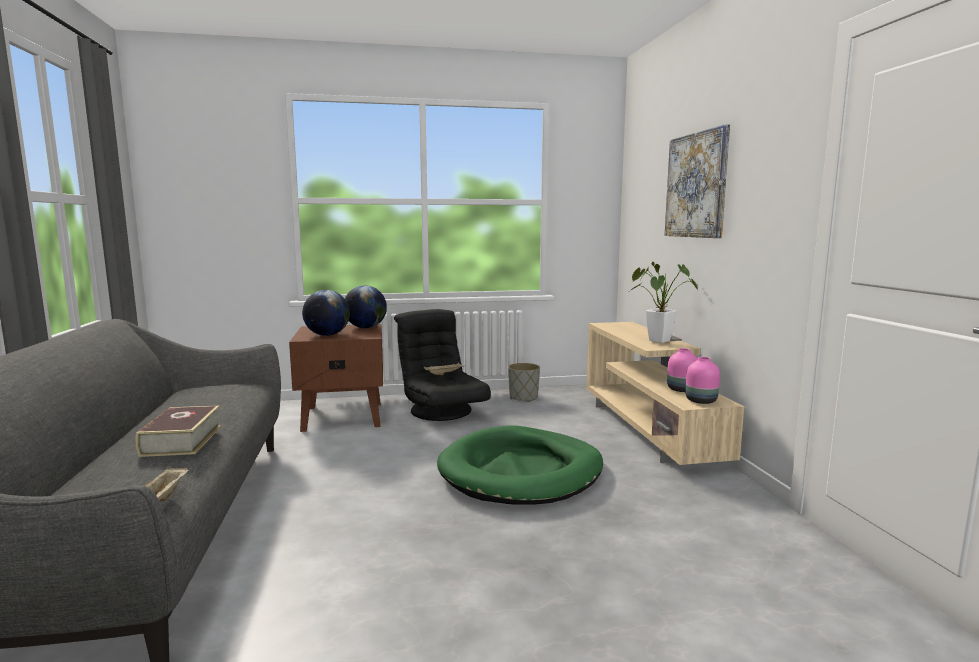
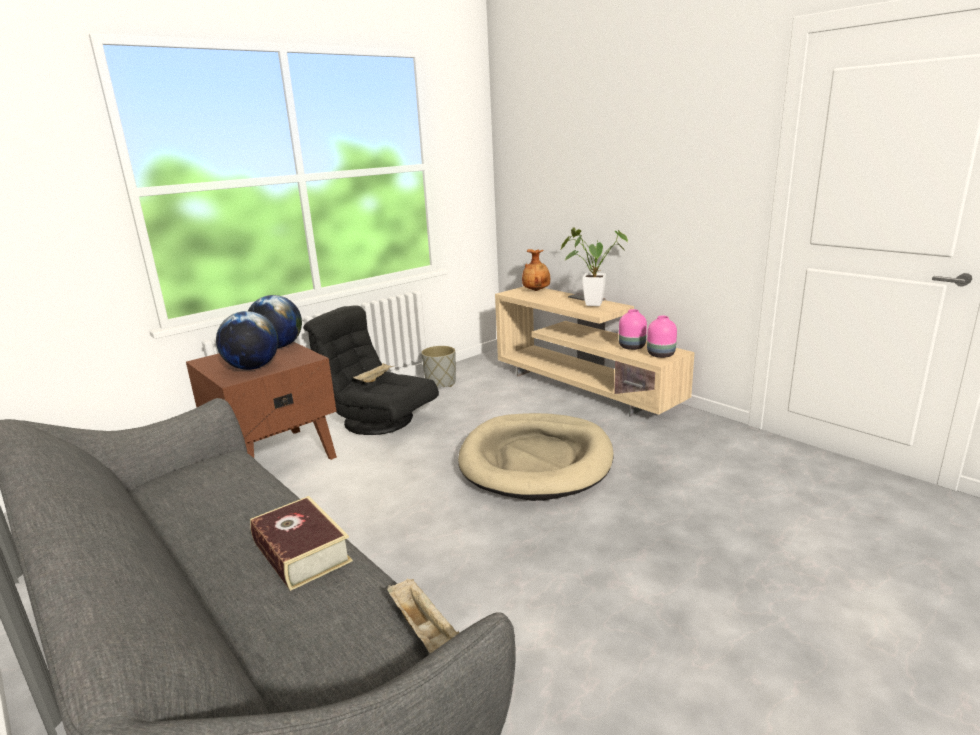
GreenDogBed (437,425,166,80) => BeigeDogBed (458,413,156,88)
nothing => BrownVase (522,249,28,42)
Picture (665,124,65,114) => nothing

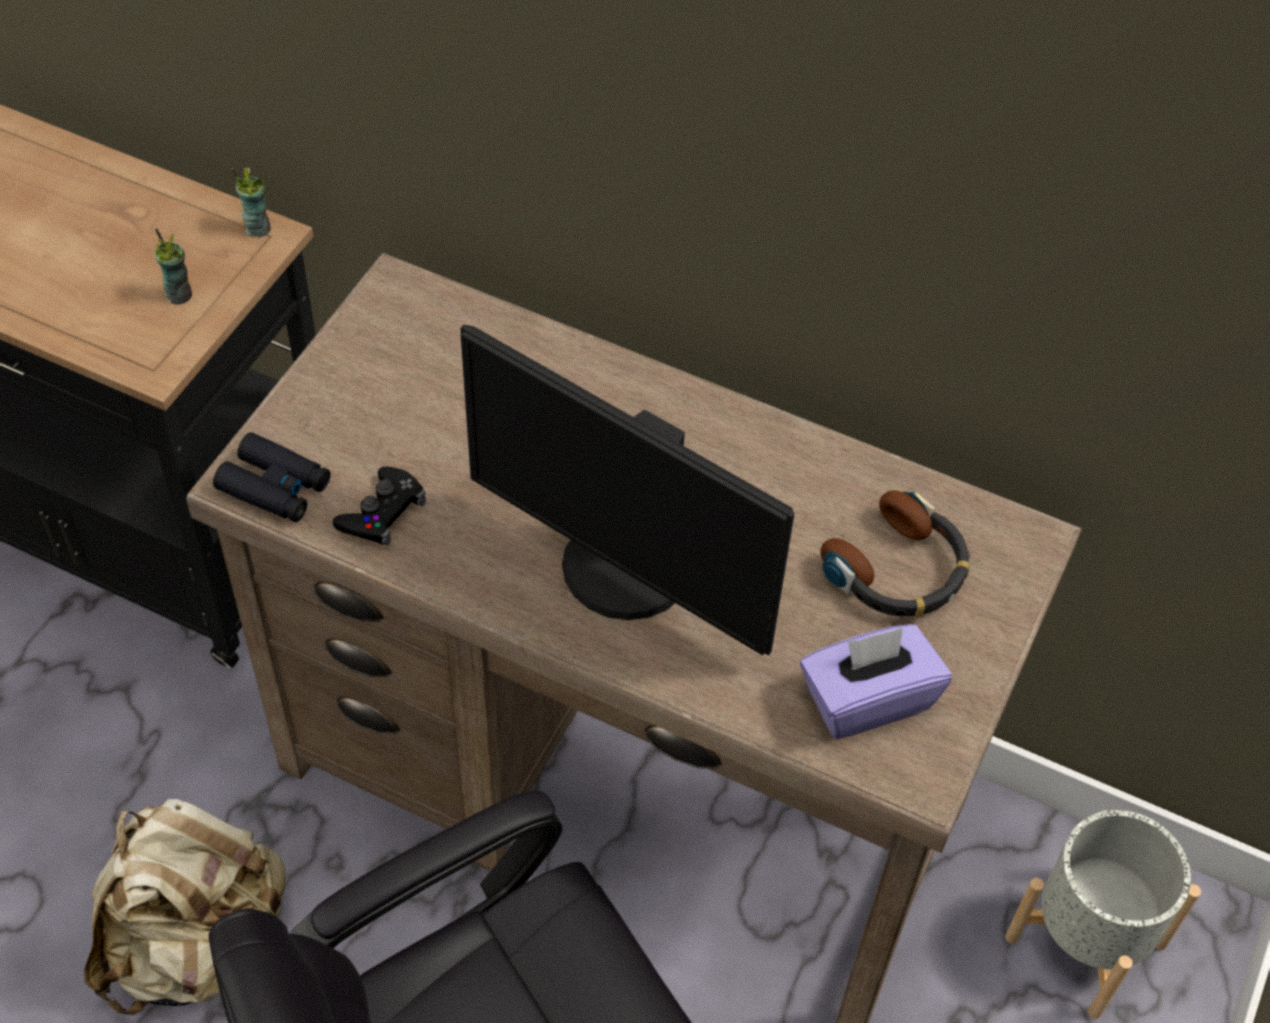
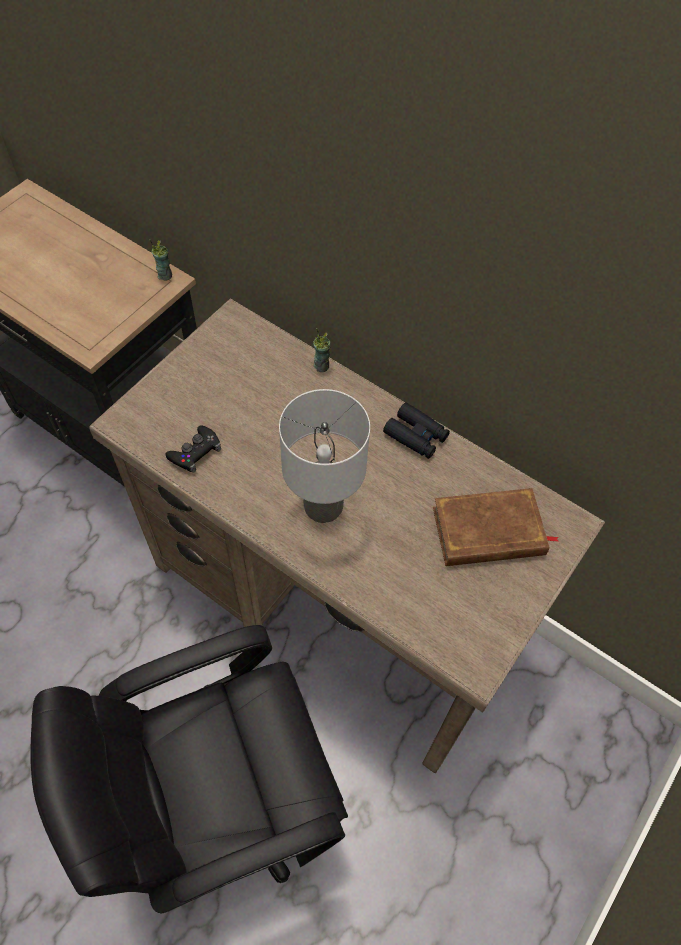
Monitor (460,325,334,330) => WhiteTableLamp (279,389,91,134)
Cup (154,228,38,76) => Cup (313,328,18,44), move
BlackBinoculars (213,432,118,90) => BlackBinoculars (383,402,67,57), move
Headphones (820,491,150,127) => BrownBook (433,488,126,78)
BeigeBackpack (84,799,201,216) => nothing
PurpleTissueBox (800,624,152,115) => nothing
GreyPlanter (1005,810,196,209) => nothing

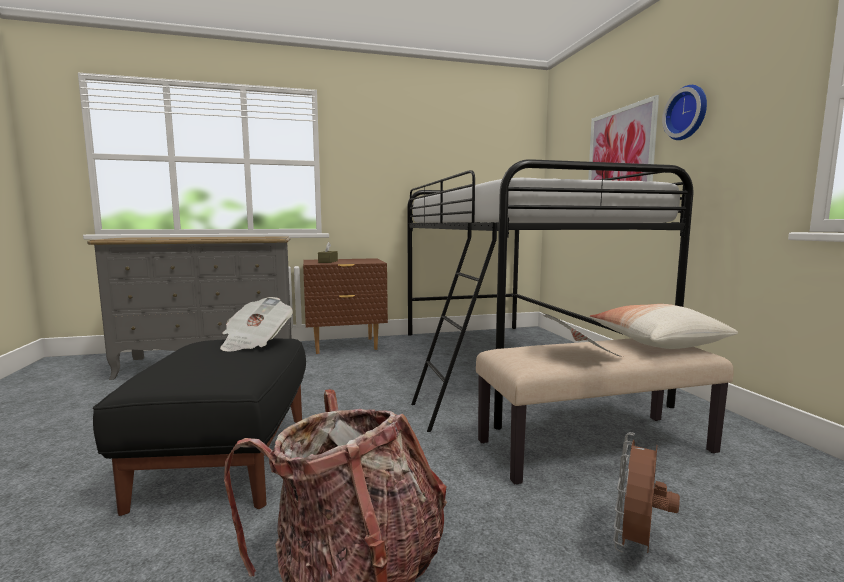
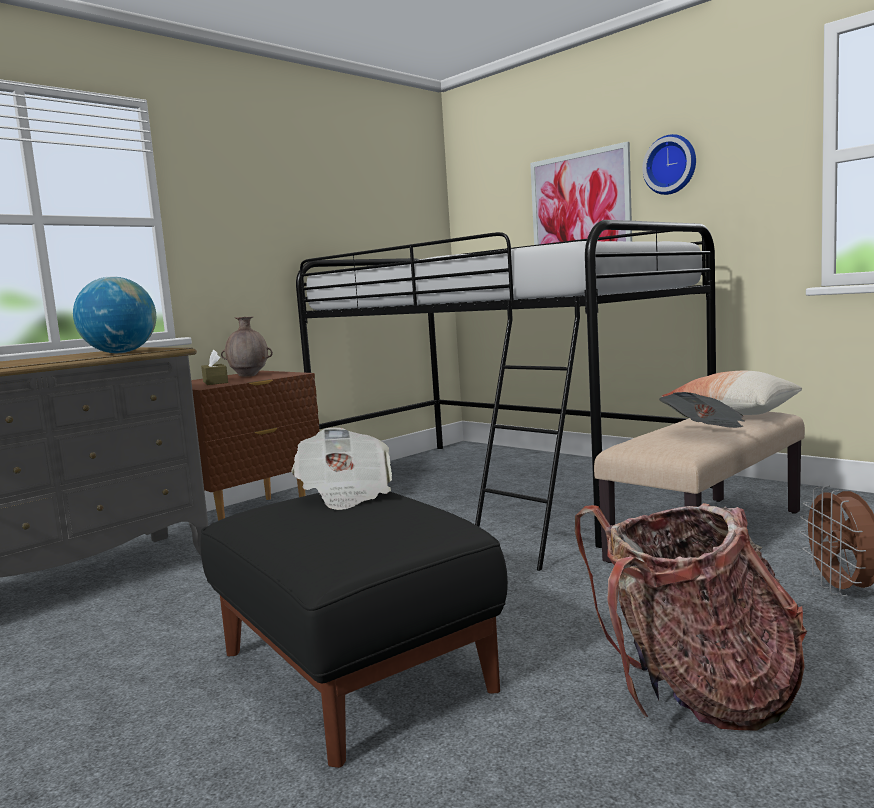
nothing => Globe (73,276,83,77)
nothing => BrownVase (221,316,52,61)

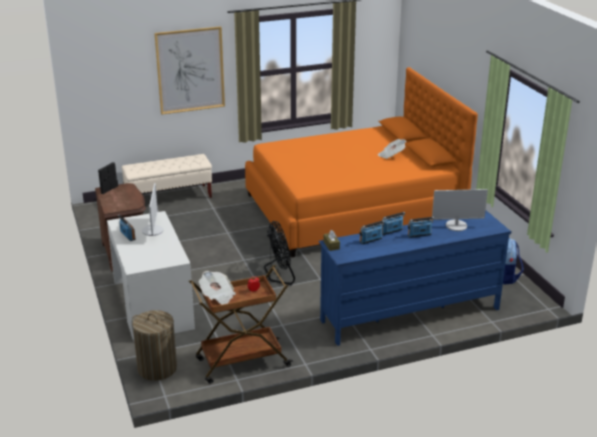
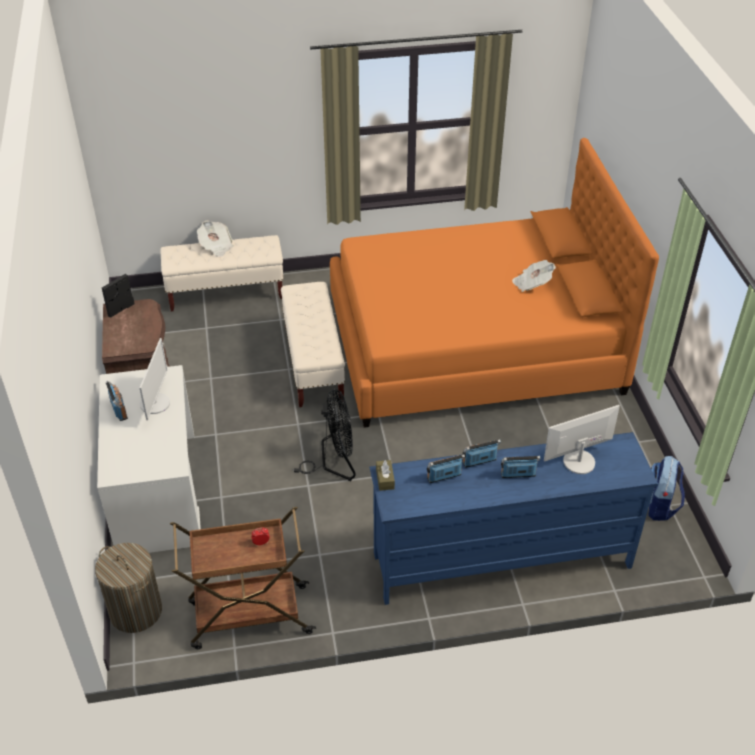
Newspaper (199,271,37,34) => Newspaper (197,220,37,37), move
nothing => BeigeBench (281,282,64,125)
Monitor (432,189,56,42) => Monitor (544,405,76,69), 150 degrees clockwise
Picture (155,26,70,89) => nothing

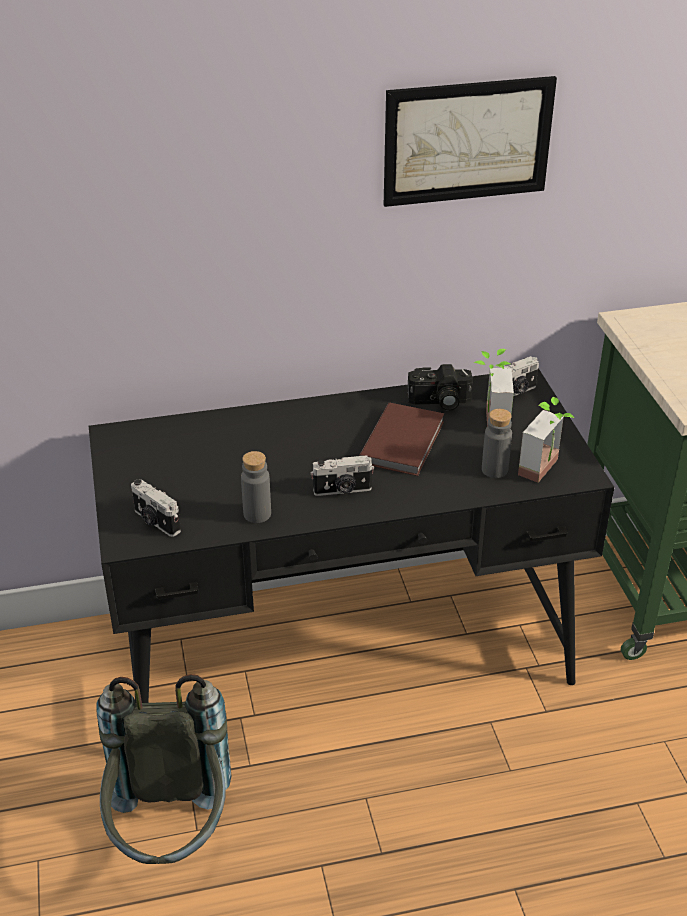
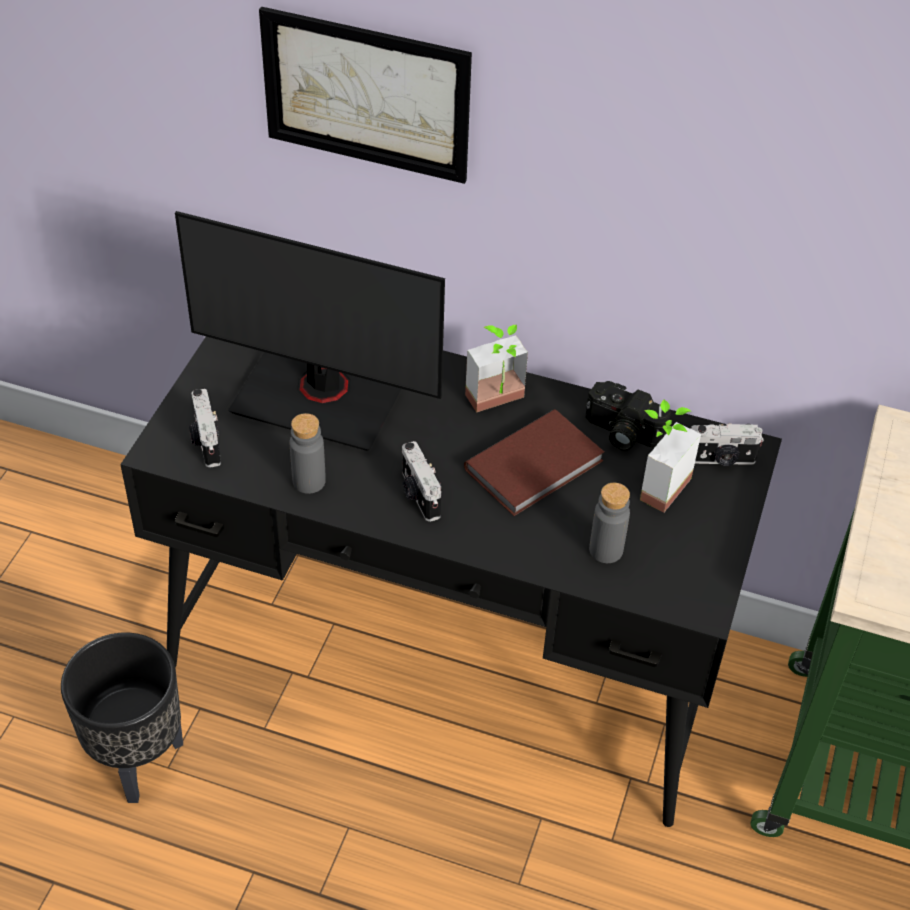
GreyBackpack (96,674,135,190) => BlackPlanter (61,632,122,171)
nothing => Monitor (175,211,270,240)
Picture (384,76,173,131) => Picture (259,7,213,177), move
PhotoCamera (311,455,63,41) => PhotoCamera (402,441,39,81), 45 degrees clockwise
PottedPlant (518,397,56,86) => PottedPlant (465,325,63,88), move

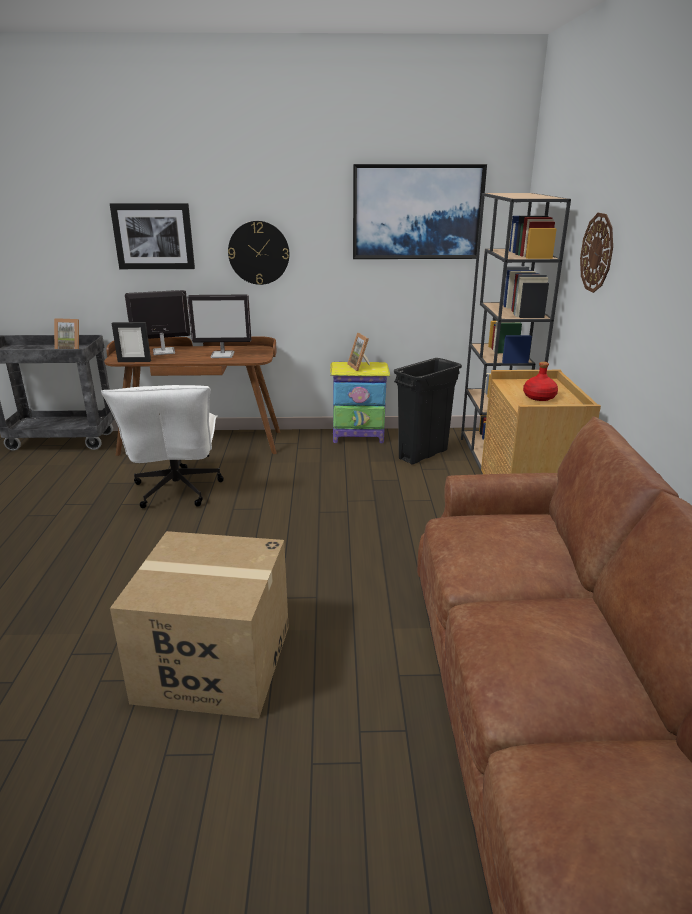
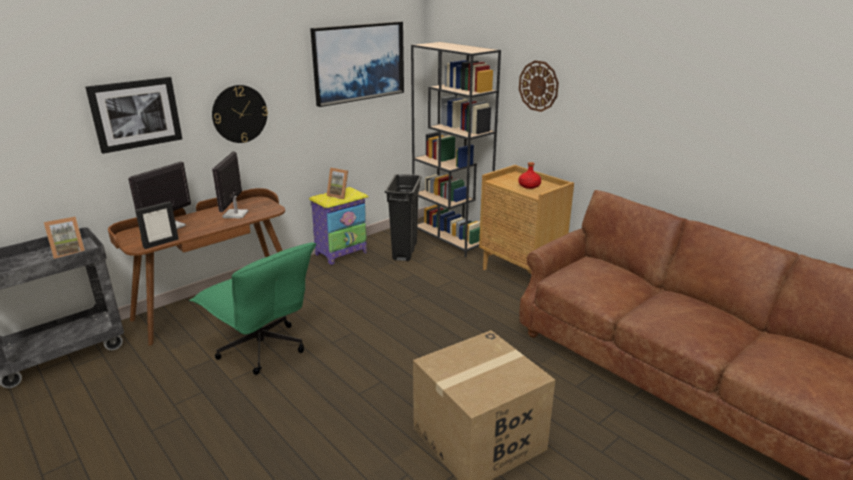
WhiteOfficeChair (101,385,123,123) => GreenOfficeChair (189,242,127,133)
Monitor (187,294,64,64) => Monitor (212,151,36,67), 135 degrees clockwise

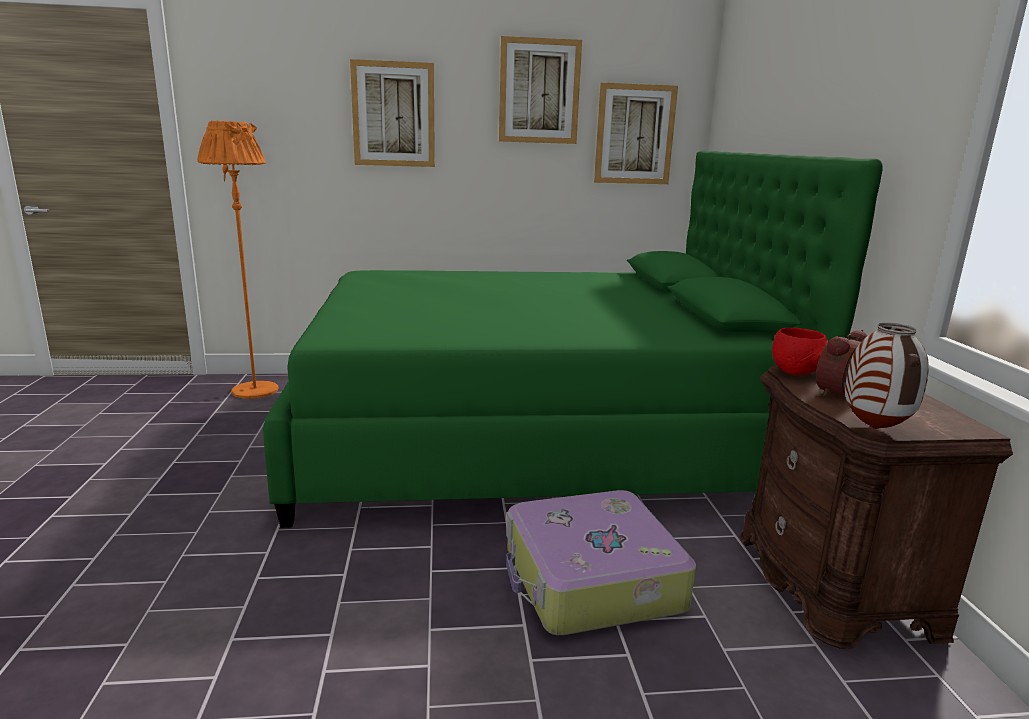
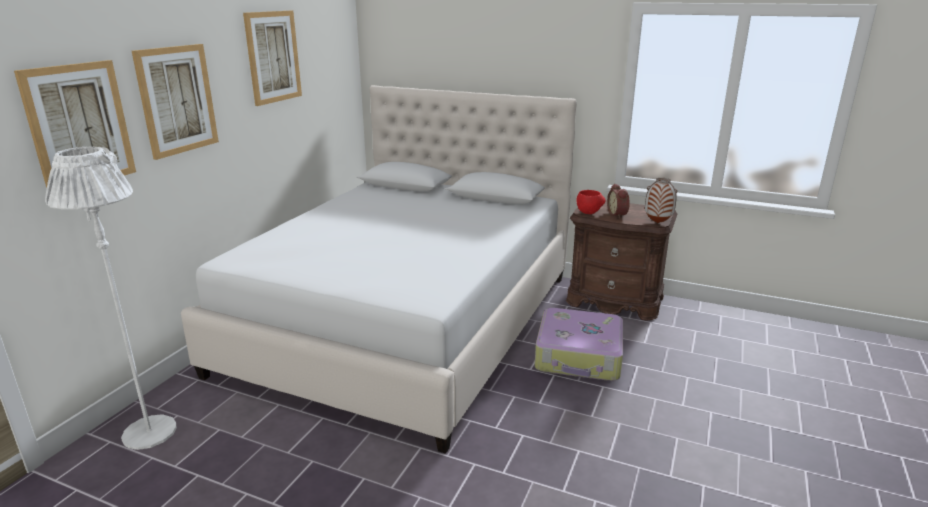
Picture (594,83,84,101) => Picture (14,60,122,128), move
OrangeFloorLamp (197,121,81,278) => WhiteFloorLamp (45,146,132,304)
GreenBed (263,150,620,378) => WhiteBed (181,85,396,369)

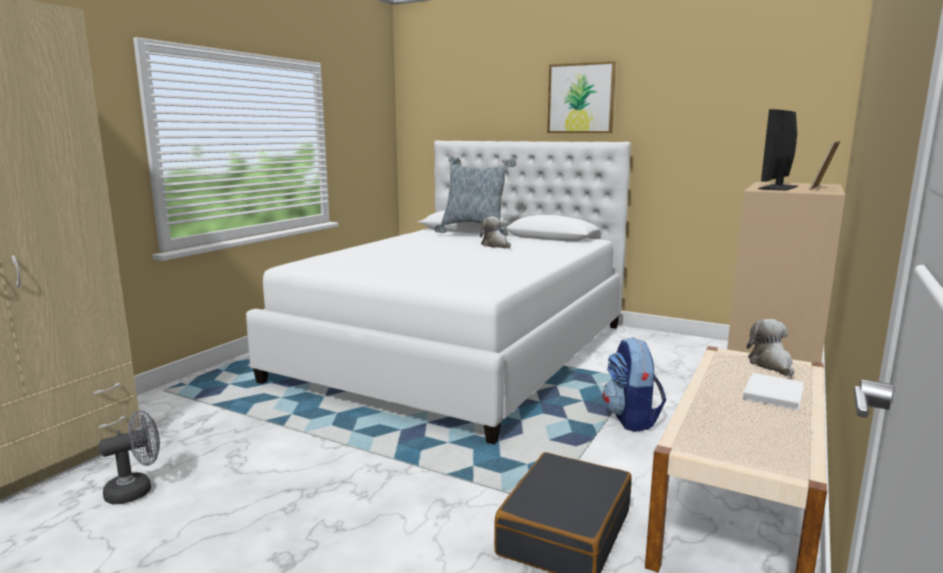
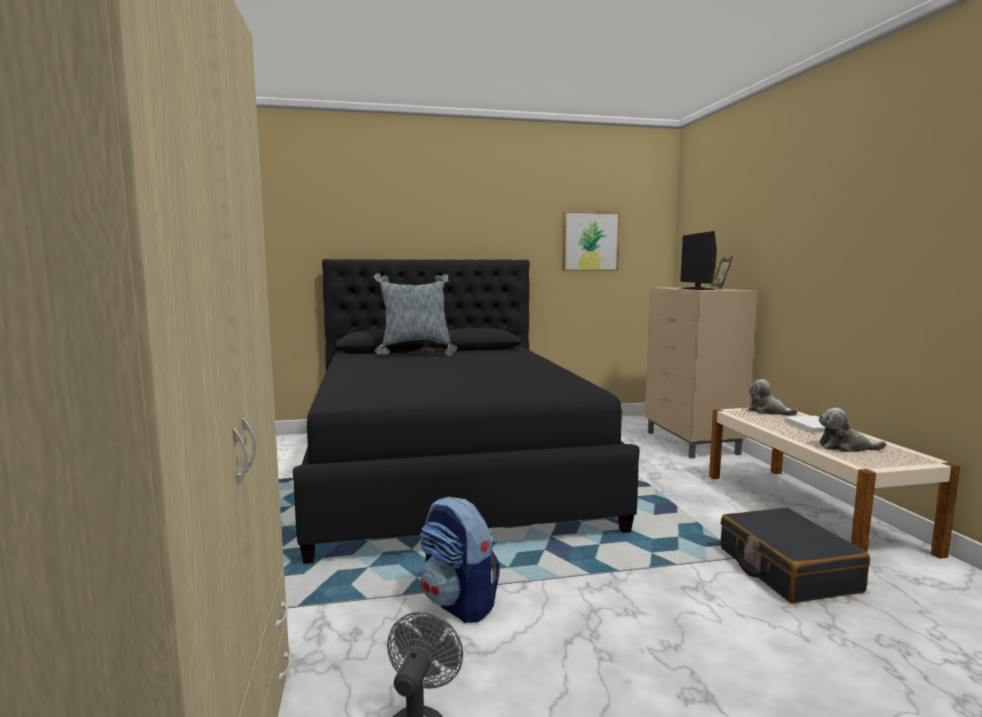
WhiteBed (246,141,385,304) => BlackBed (293,259,347,305)
Backpack (603,337,63,95) => Backpack (420,497,80,126), move
Picture (547,61,69,72) => Picture (562,211,58,60), move
PlushToy (480,216,31,32) => PlushToy (818,408,68,44), move

